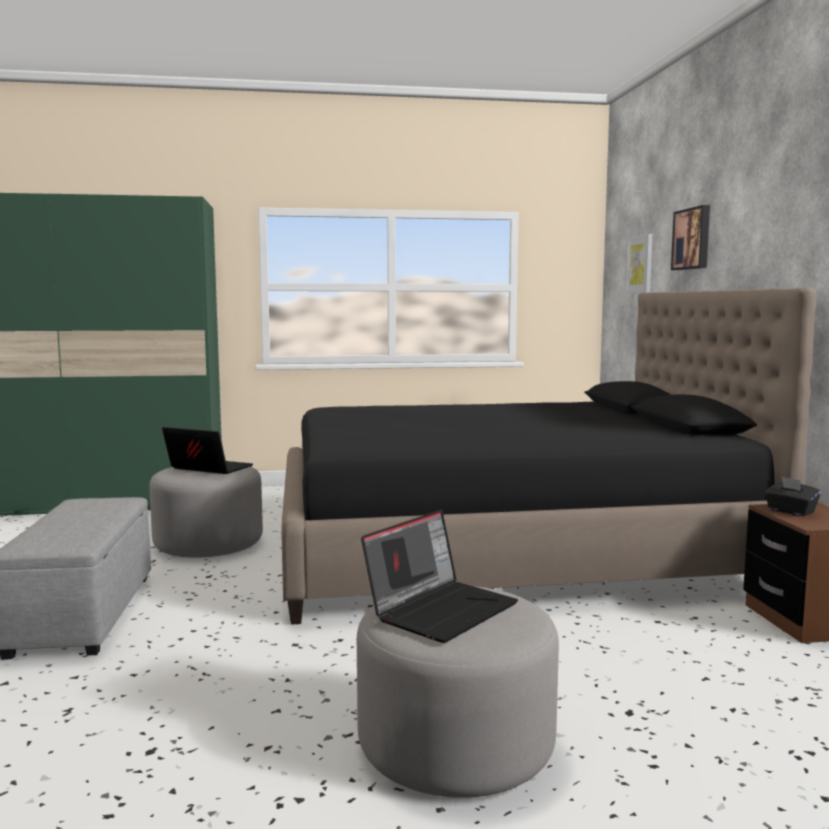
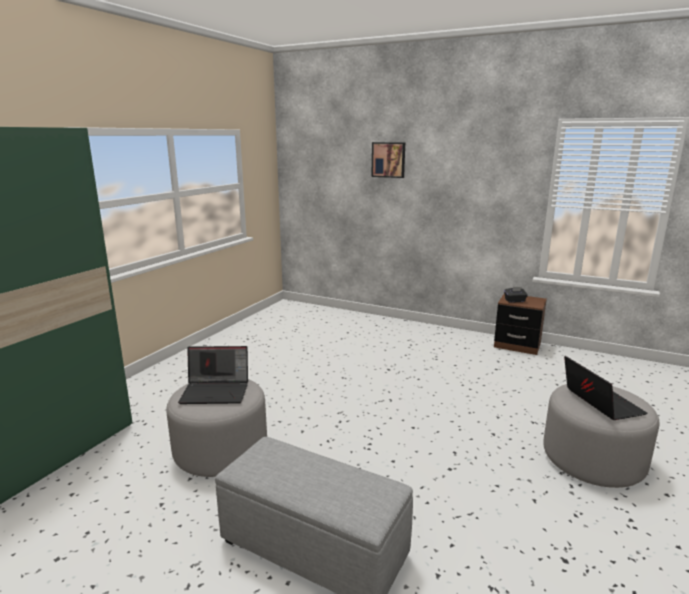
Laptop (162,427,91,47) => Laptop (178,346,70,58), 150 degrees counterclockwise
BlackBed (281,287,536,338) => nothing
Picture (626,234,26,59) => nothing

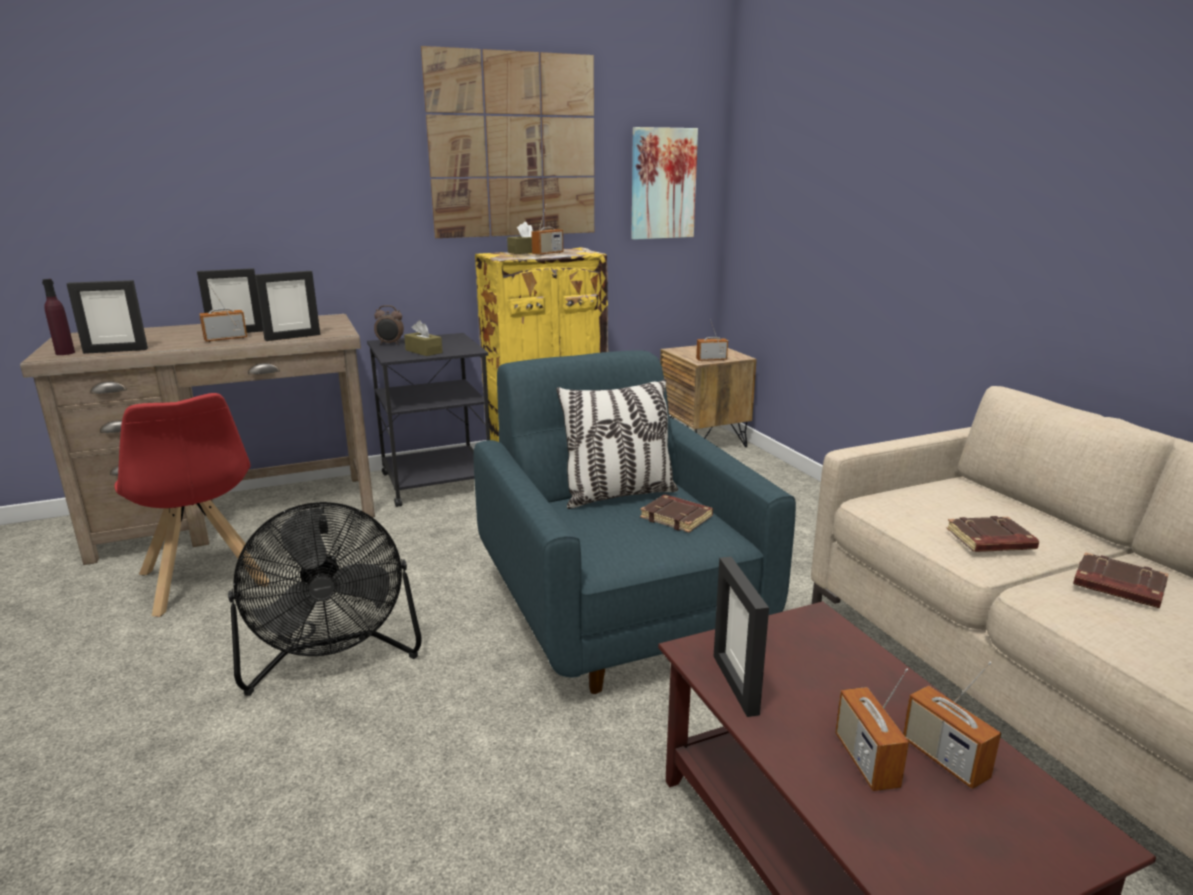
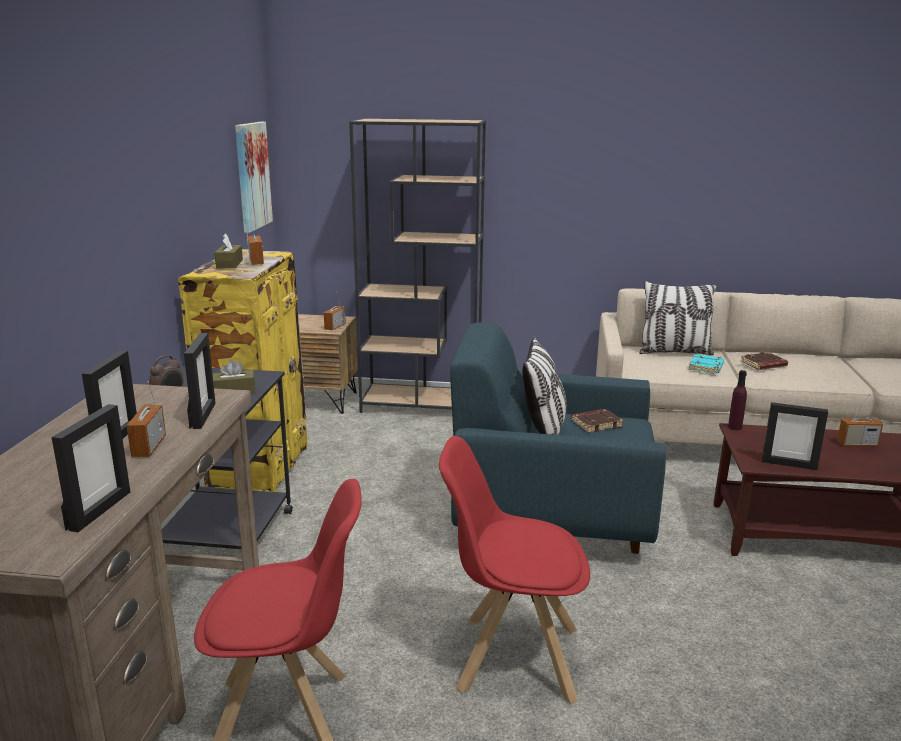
nothing => Bookcase (349,119,137,294)
BlackFan (228,502,194,194) => RedChair (439,436,151,268)
nothing => Pillow (639,281,78,75)
BrownBook (946,516,93,36) => TurquoiseBook (689,354,35,20)
PurpleBottle (42,279,33,76) => PurpleBottle (728,370,19,60), move
Picture (421,46,173,192) => nothing
Radio (835,669,74,122) => nothing

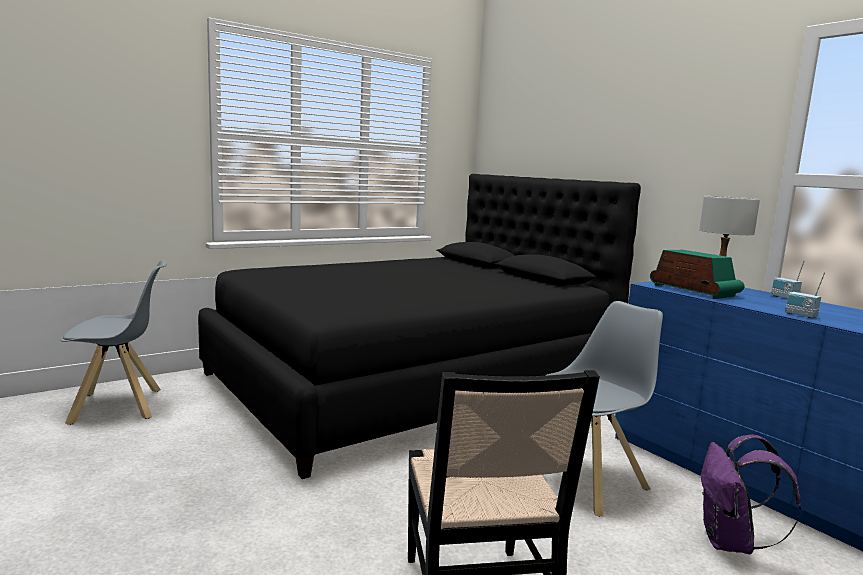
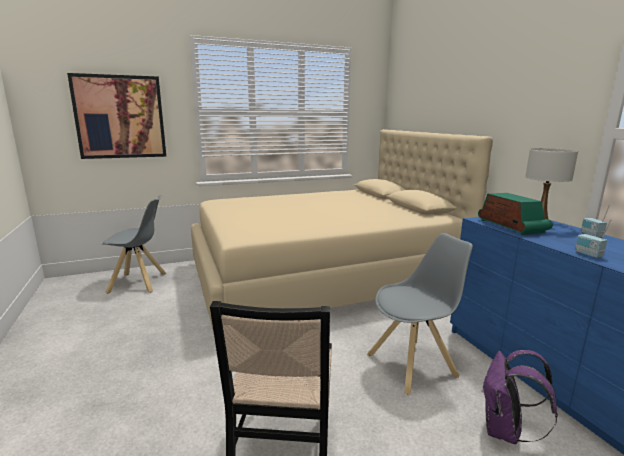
nothing => Picture (67,73,99,86)
BlackBed (198,174,443,305) => BeigeBed (191,129,302,200)

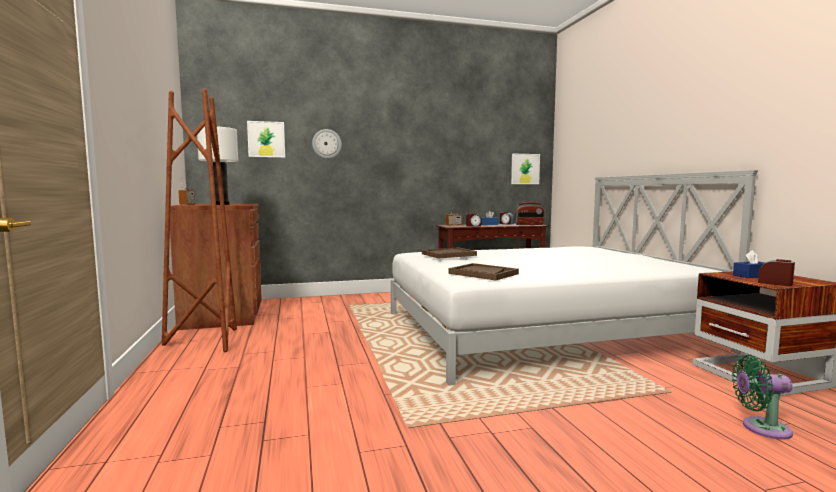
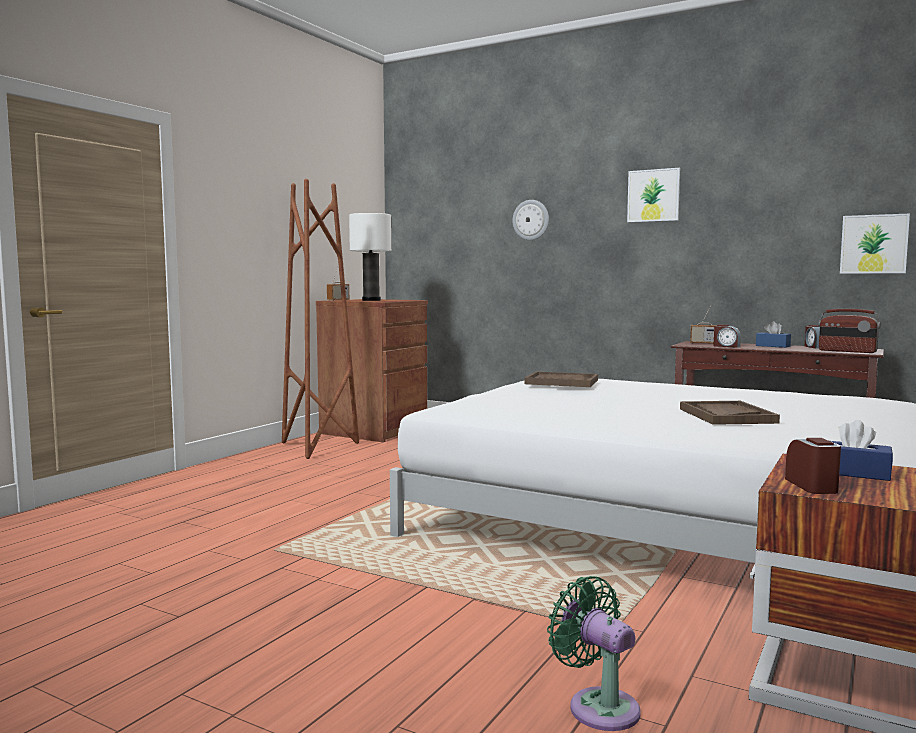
Picture (247,121,38,37) => Picture (627,168,53,54), move
BrownTray (449,263,70,17) => BrownTray (680,401,100,24), move

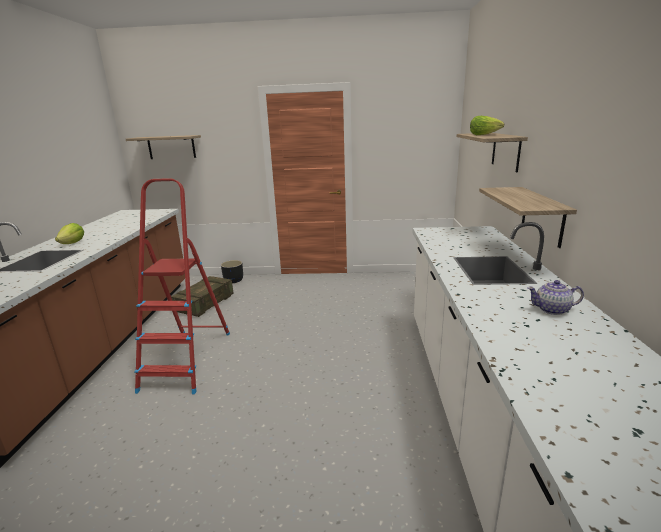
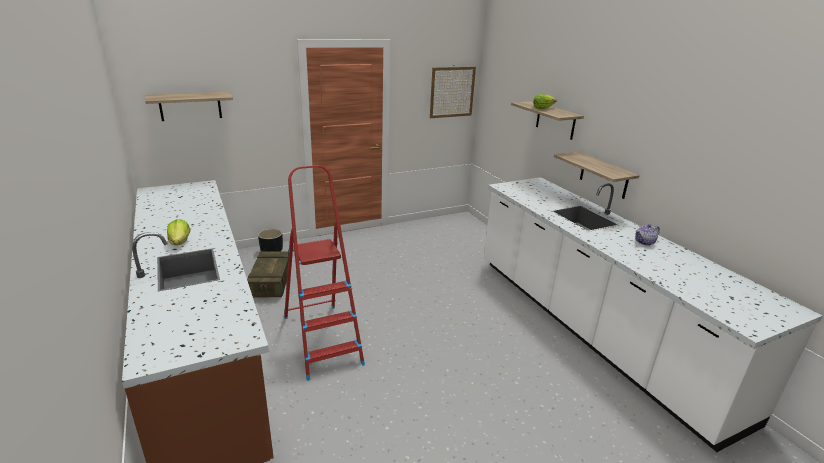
nothing => Picture (430,65,46,53)

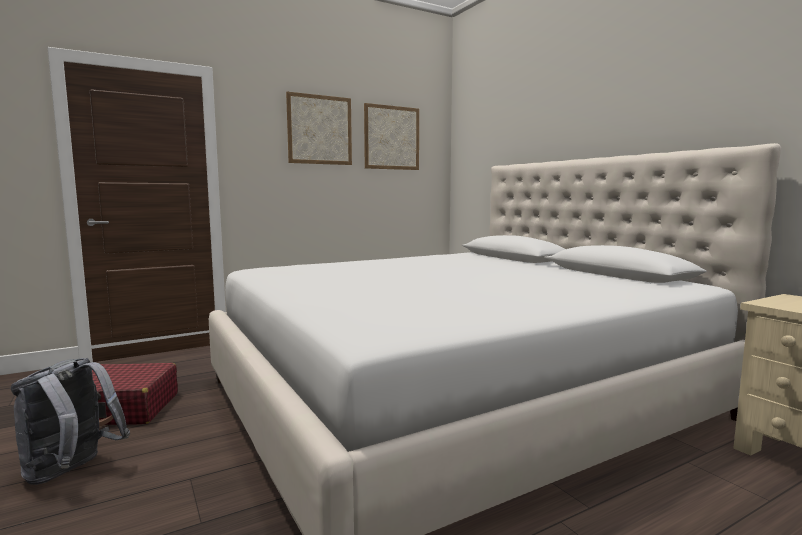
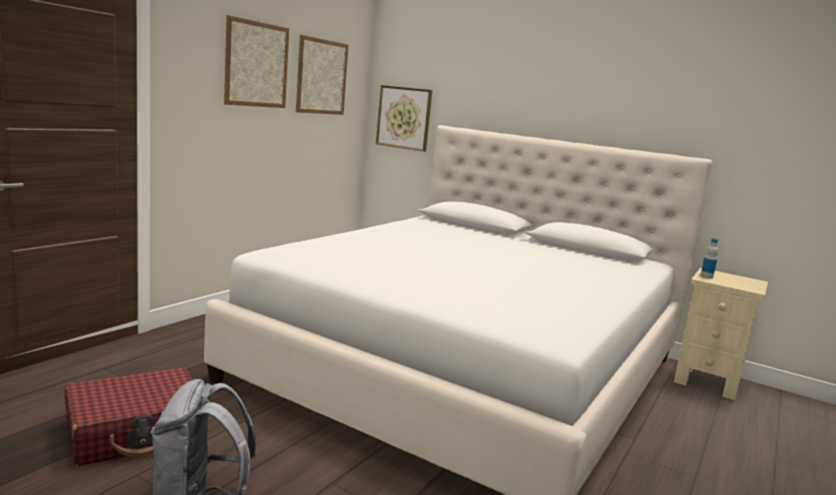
nothing => Picture (376,85,56,67)
nothing => Bottle (700,238,18,41)

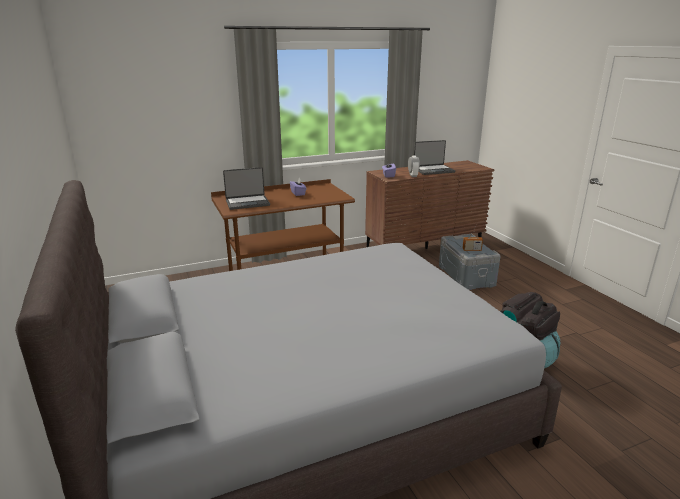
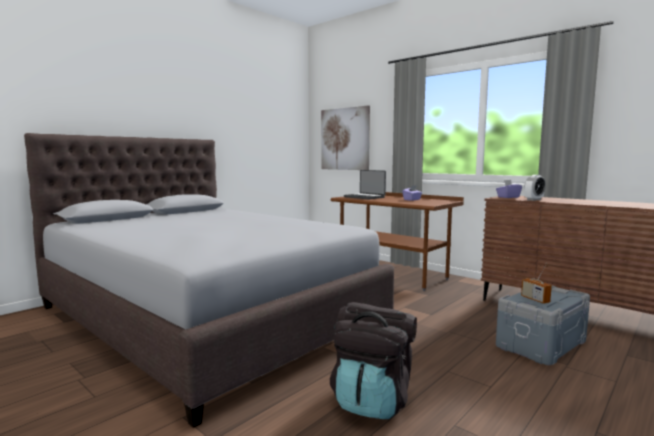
nothing => Picture (321,105,49,65)
Laptop (414,140,41,35) => nothing

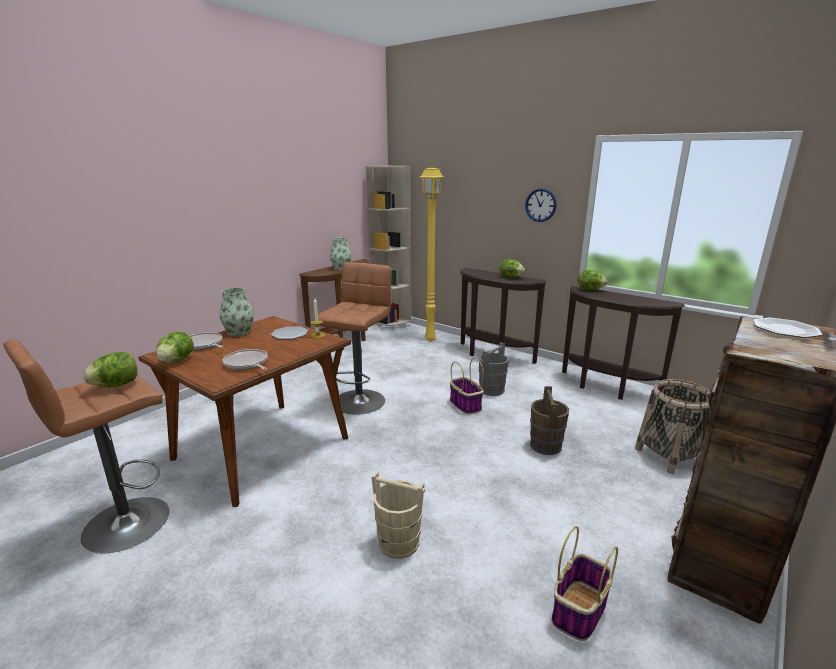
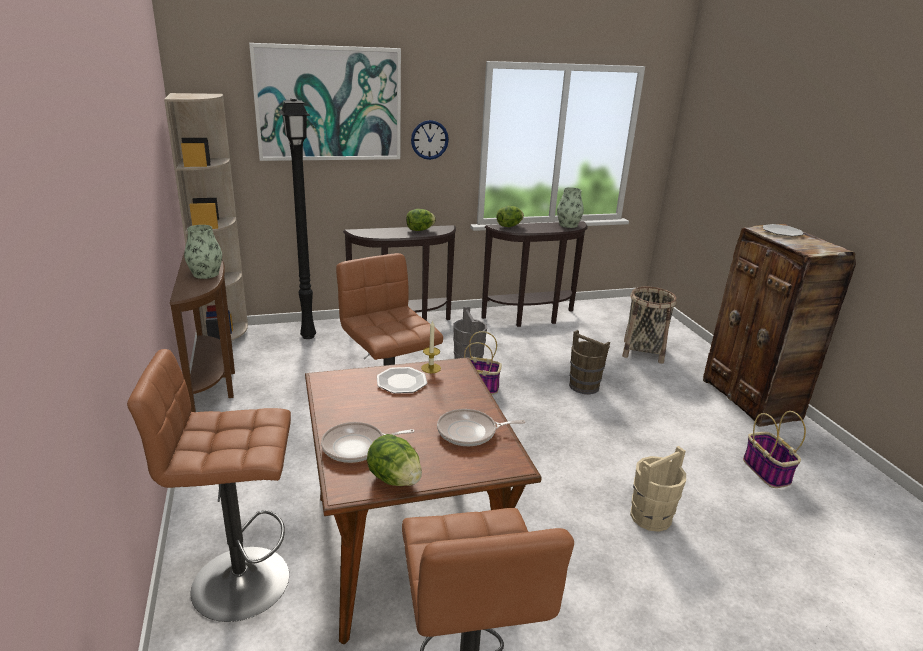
nothing => BrownStool (127,349,164,273)
nothing => Picture (249,43,152,118)
YellowFloorLamp (420,167,24,174) => BlackFloorLamp (279,99,37,240)
Vase (220,288,34,48) => Vase (557,187,27,41), move
Lettuce (83,352,55,35) => nothing

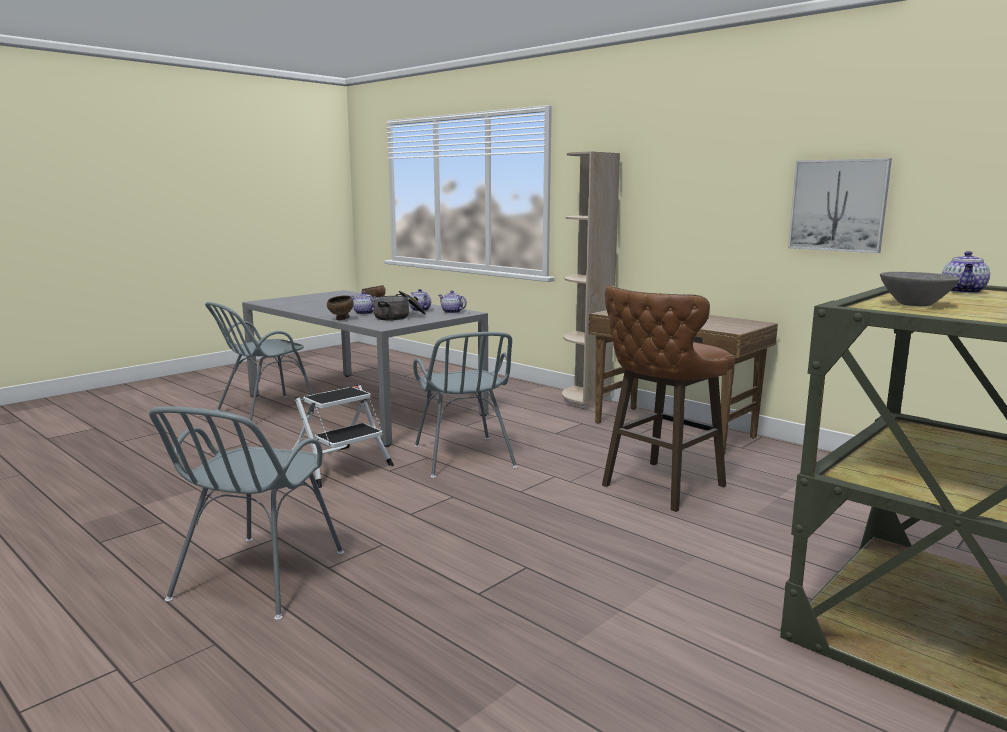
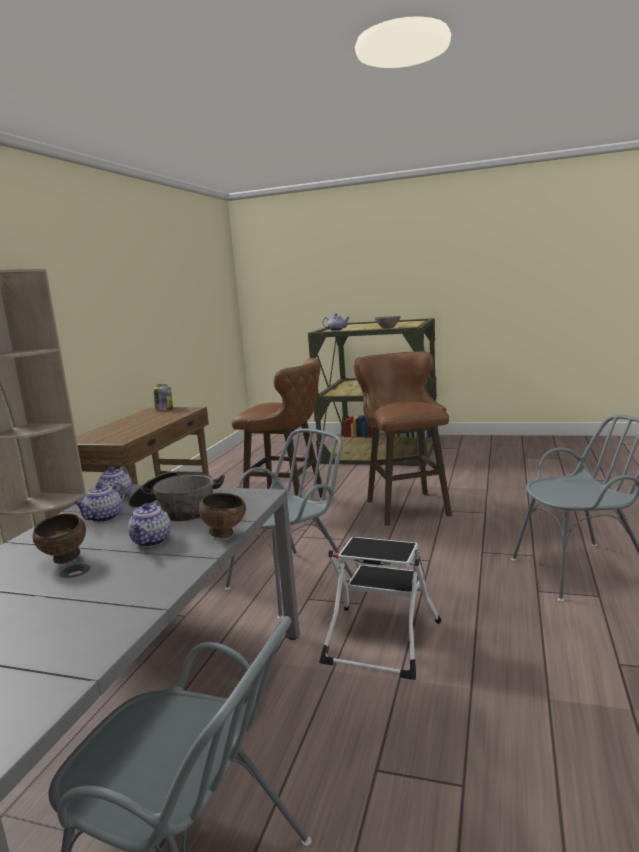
nothing => Jar (154,384,19,27)
nothing => BrownStool (353,351,99,175)
Picture (788,158,104,95) => nothing

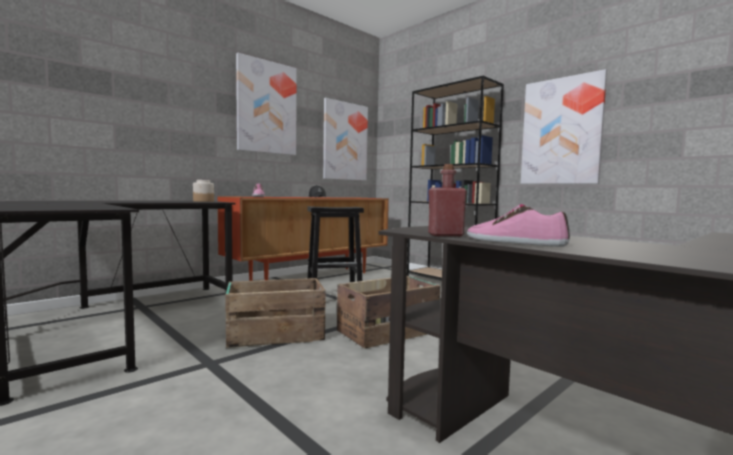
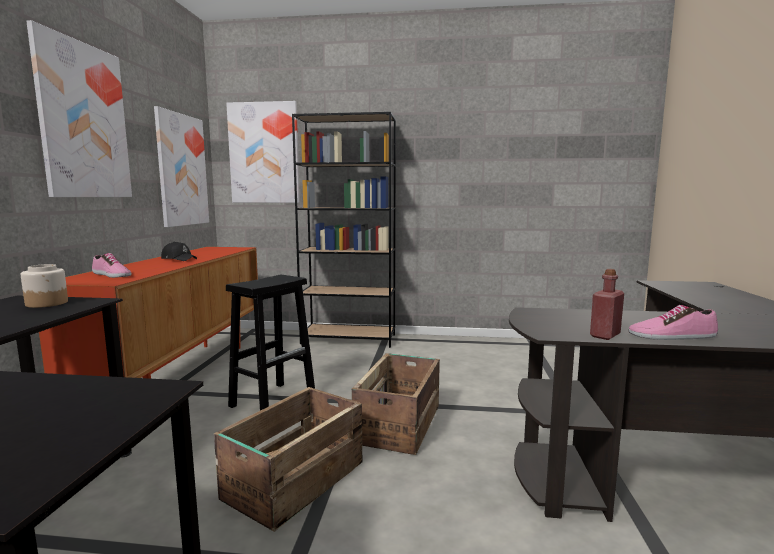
Picture (521,69,86,115) => Picture (226,101,74,102), move

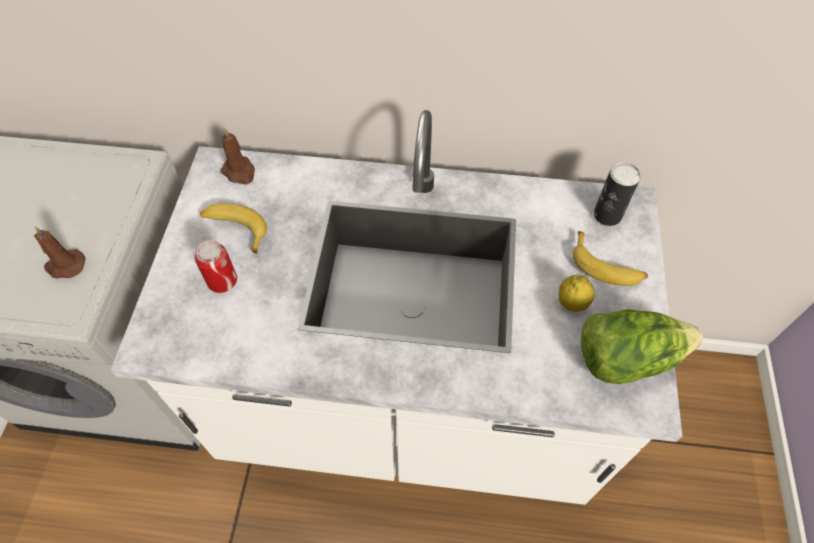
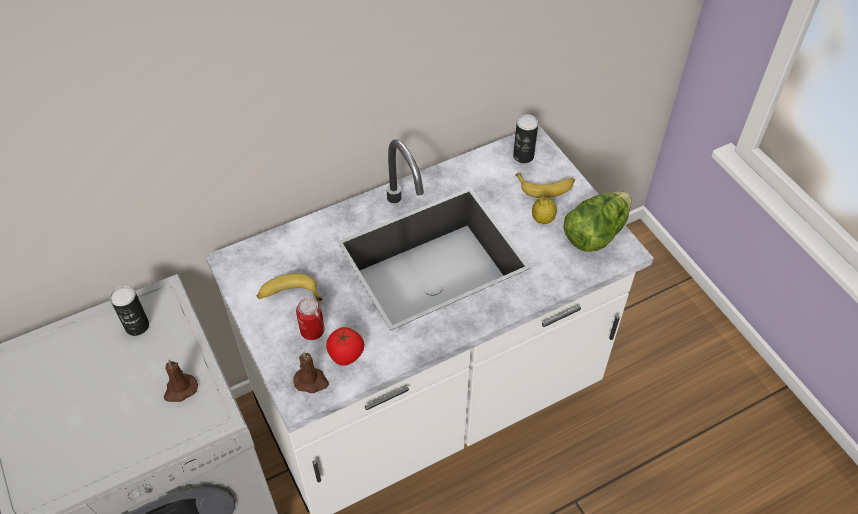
nothing => Can (110,286,39,50)
BrownCandle (221,127,34,57) => BrownCandle (293,351,36,42), move
nothing => Tomato (326,327,38,39)

